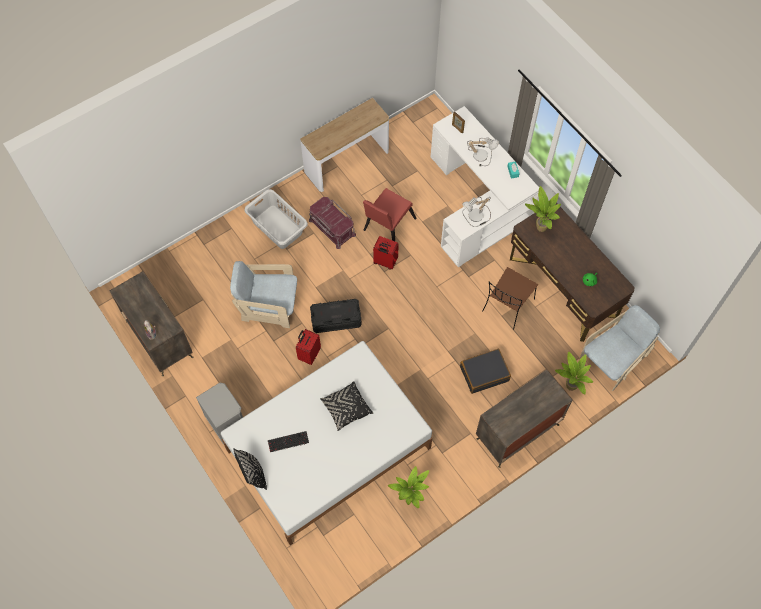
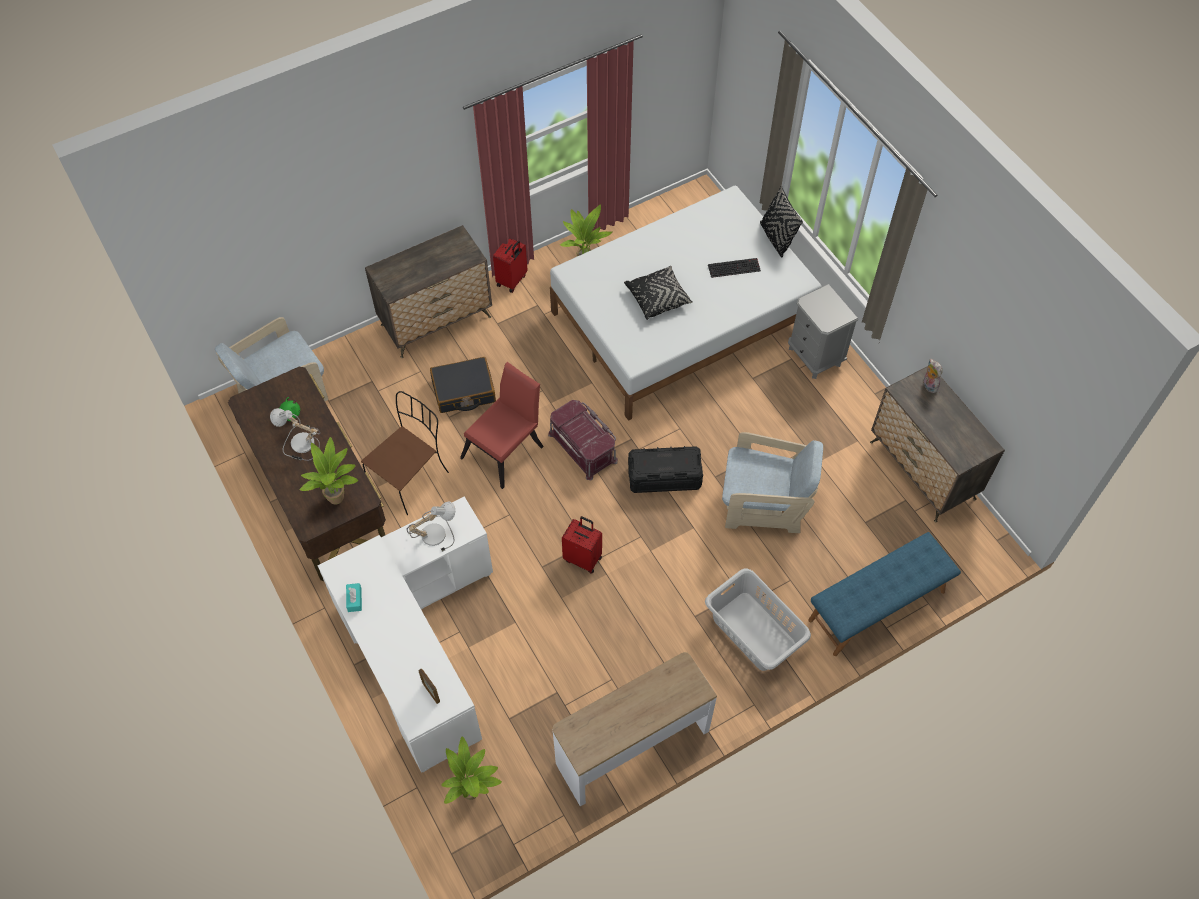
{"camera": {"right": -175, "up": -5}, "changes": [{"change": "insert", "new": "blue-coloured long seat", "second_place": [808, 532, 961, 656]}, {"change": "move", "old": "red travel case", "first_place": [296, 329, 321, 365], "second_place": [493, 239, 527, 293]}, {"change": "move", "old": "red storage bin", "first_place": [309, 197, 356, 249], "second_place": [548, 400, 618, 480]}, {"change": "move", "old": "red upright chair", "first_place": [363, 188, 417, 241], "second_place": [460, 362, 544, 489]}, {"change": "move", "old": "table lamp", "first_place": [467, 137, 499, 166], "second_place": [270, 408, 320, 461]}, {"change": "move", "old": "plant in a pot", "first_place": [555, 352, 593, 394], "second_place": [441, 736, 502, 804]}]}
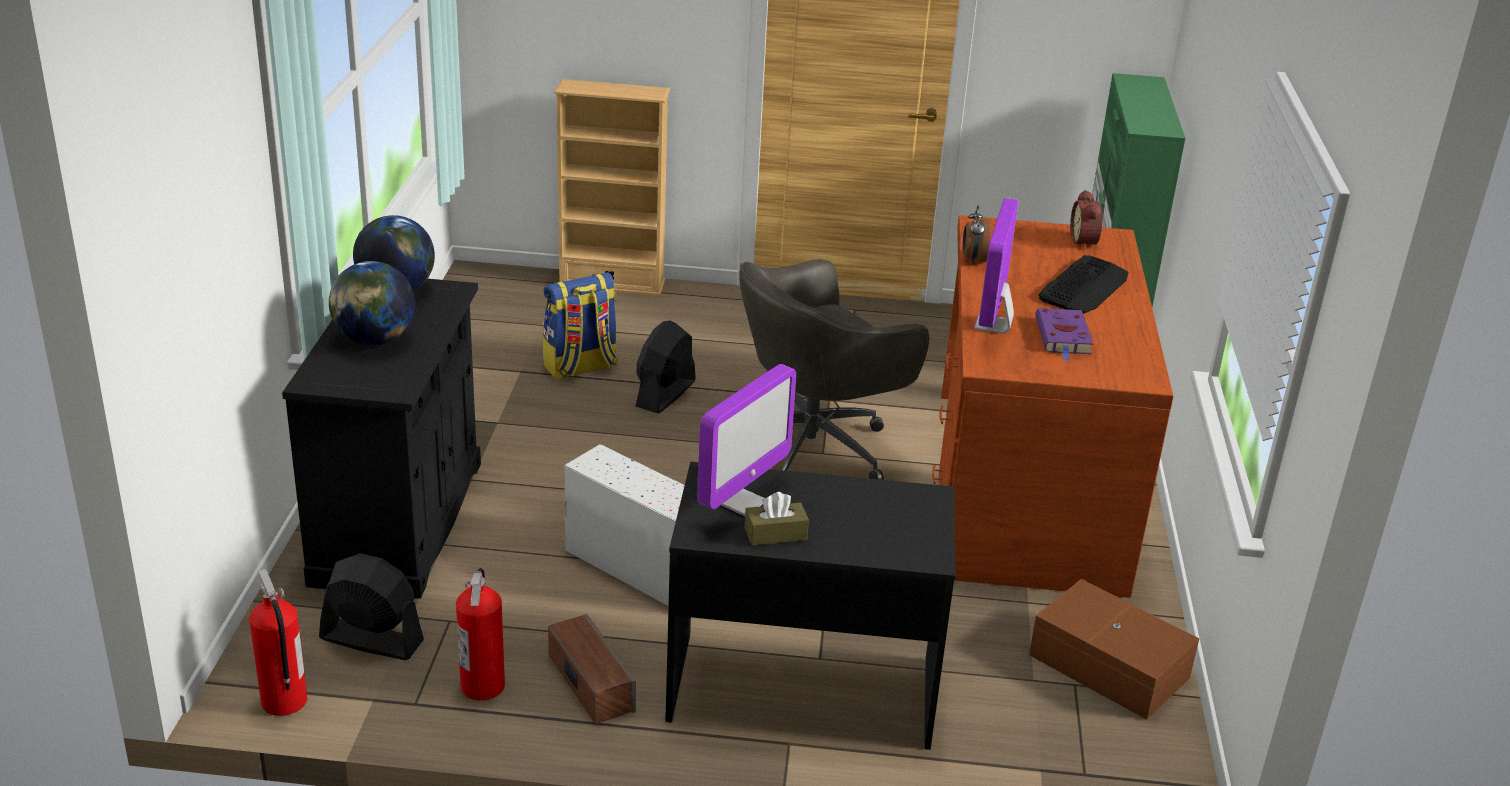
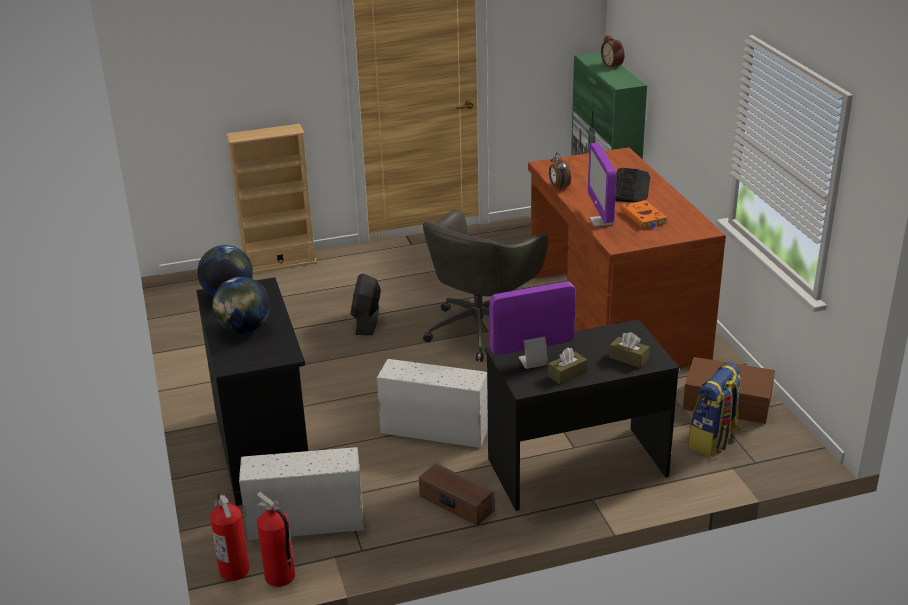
{"camera": {"right": -20, "up": 0}, "changes": [{"change": "insert", "new": "brown tissue box", "second_place": [609, 332, 650, 368]}, {"change": "move", "old": "fire extinguisher", "first_place": [456, 568, 505, 701], "second_place": [210, 493, 249, 581]}, {"change": "move", "old": "rucksack", "first_place": [543, 272, 618, 380], "second_place": [688, 362, 742, 457]}, {"change": "move", "old": "table clock", "first_place": [1070, 190, 1102, 250], "second_place": [601, 35, 625, 68]}, {"change": "replace", "old": "blackish electric fan", "new": "whitish storage bin", "first_place": [319, 553, 424, 660], "second_place": [239, 447, 364, 540]}, {"change": "recolor", "old": "purple-coloured book", "new": "orange-coloured book", "first_place": [1035, 308, 1093, 361], "second_place": [621, 200, 667, 231]}, {"change": "rotate", "old": "computer display", "first_place": [697, 364, 796, 516], "second_place": [489, 282, 576, 369], "degrees": -120}]}
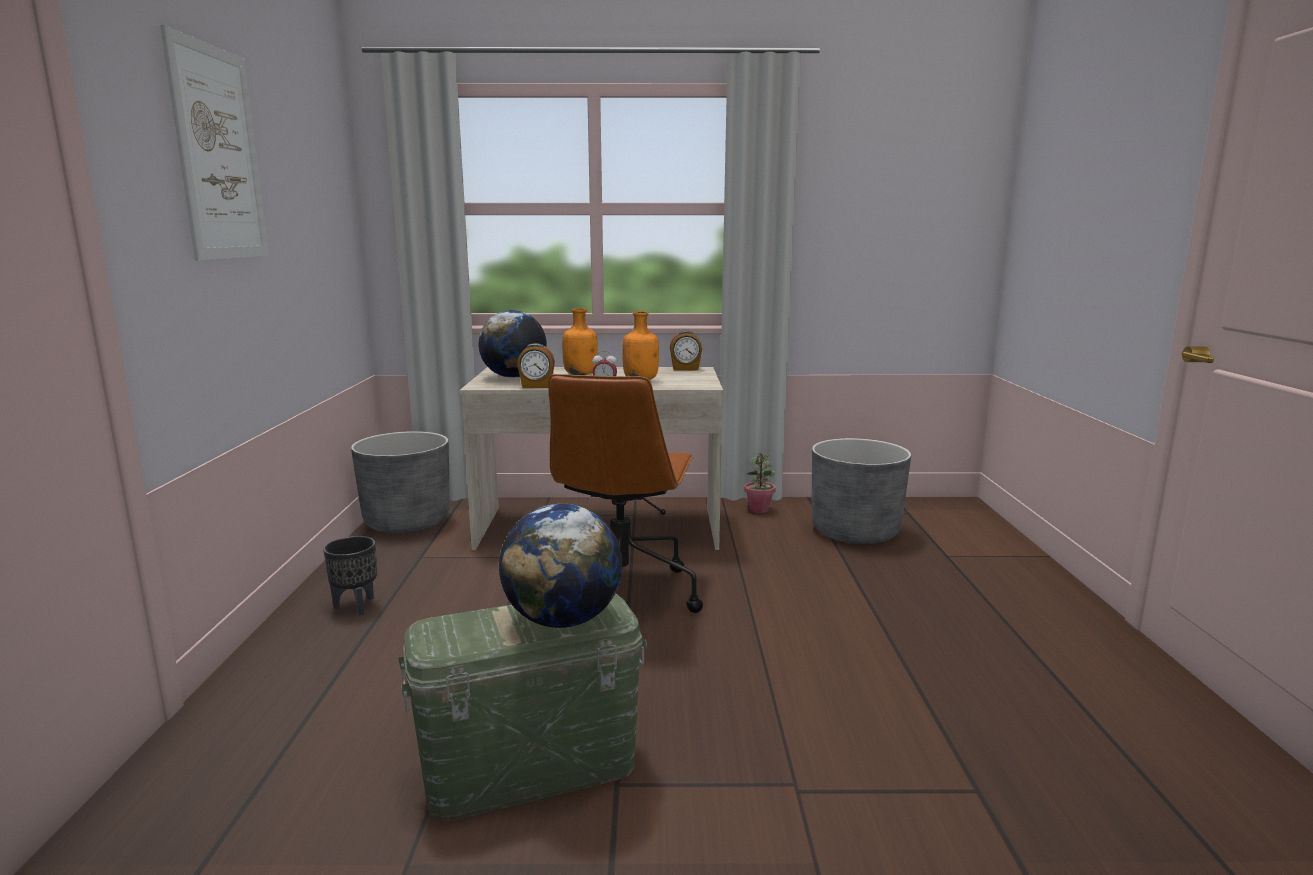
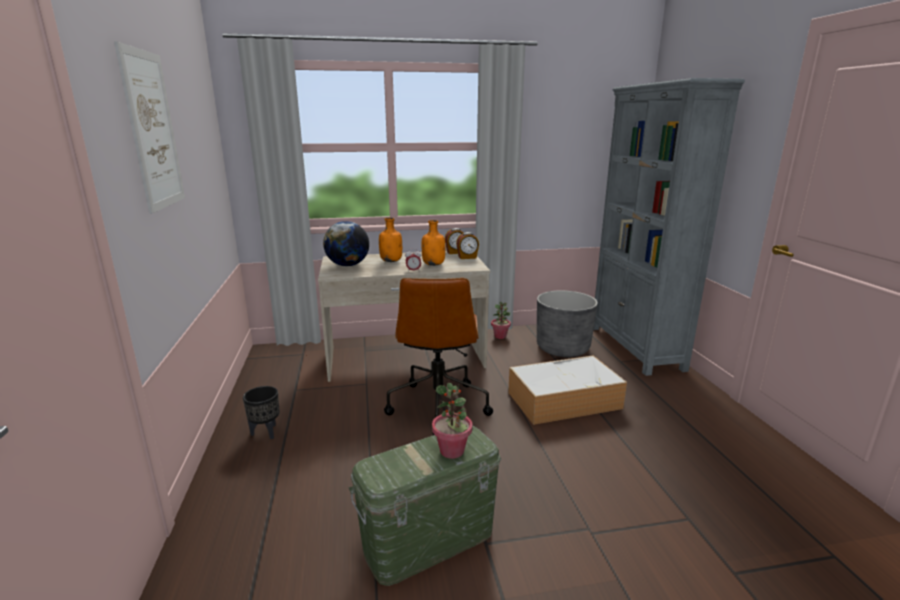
{"camera": {"right": -10, "up": 5}, "changes": [{"change": "delete", "old": "grey flower pot", "first_place": [351, 431, 450, 533]}, {"change": "insert", "new": "storage bin", "second_place": [508, 356, 627, 425]}, {"change": "insert", "new": "grey shelving unit", "second_place": [594, 78, 745, 376]}, {"change": "move", "old": "table clock", "first_place": [517, 343, 555, 388], "second_place": [456, 232, 479, 259]}, {"change": "replace", "old": "globe", "new": "plant in a pot", "first_place": [499, 504, 623, 628], "second_place": [432, 383, 473, 459]}]}
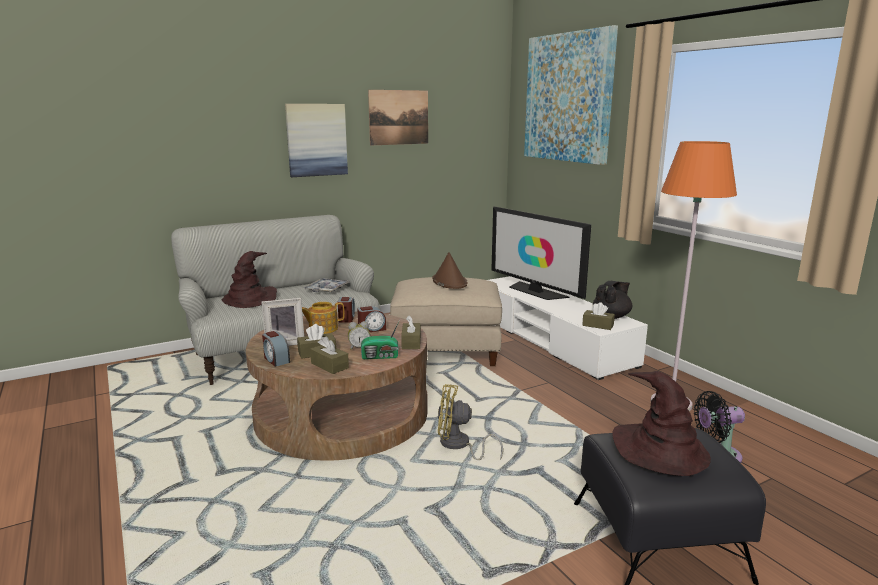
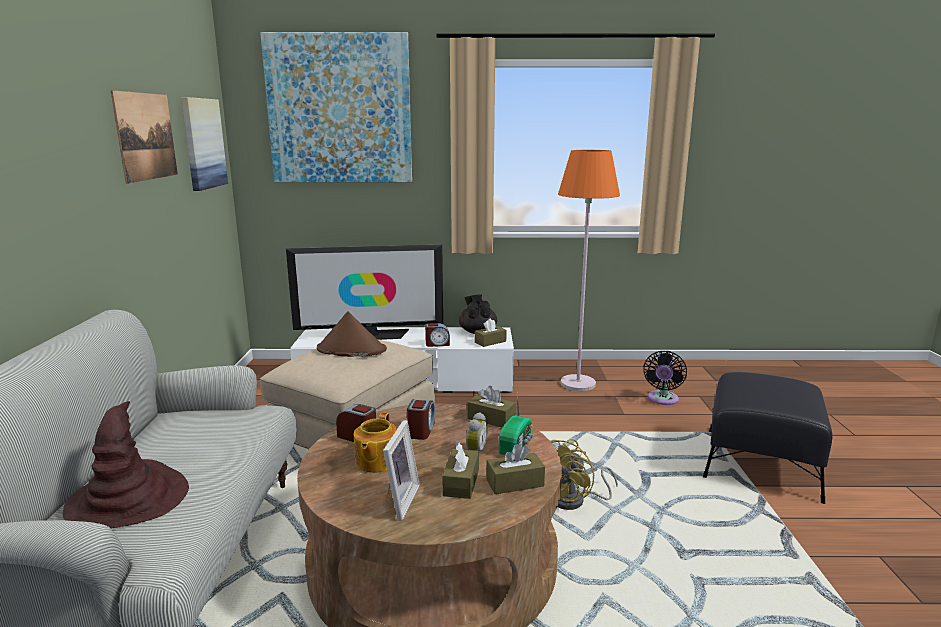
{"camera": {"right": -60, "up": 0}, "changes": [{"change": "delete", "old": "tray", "first_place": [303, 278, 350, 292]}, {"change": "delete", "old": "brown wearable hat", "first_place": [612, 371, 711, 476]}, {"change": "move", "old": "table clock", "first_place": [262, 331, 290, 367], "second_place": [425, 323, 450, 347]}, {"change": "move", "old": "wall art", "first_place": [285, 104, 348, 177], "second_place": [181, 97, 228, 191]}]}
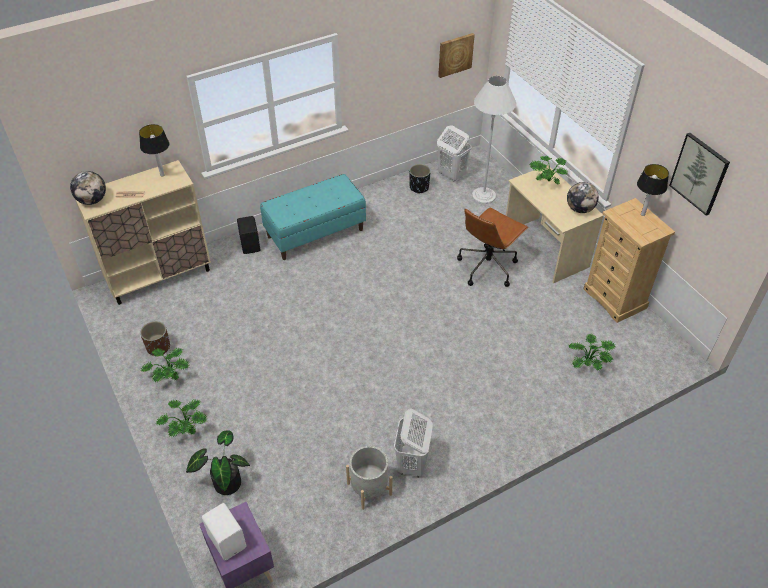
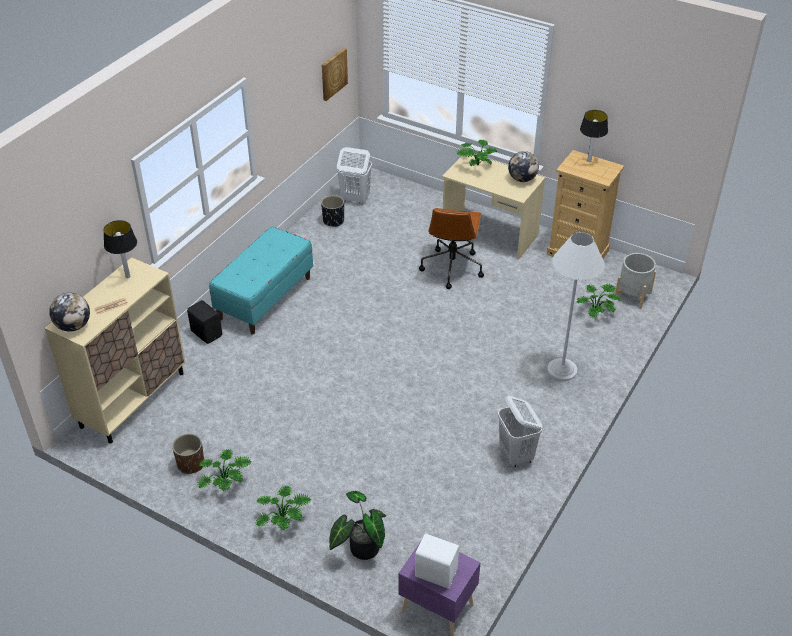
{"camera": {"right": -30, "up": -5}, "changes": [{"change": "delete", "old": "wall art", "first_place": [669, 133, 730, 216]}, {"change": "move", "old": "grey flower pot", "first_place": [346, 446, 392, 510], "second_place": [614, 253, 656, 309]}, {"change": "move", "old": "whitish floor lamp", "first_place": [472, 76, 516, 204], "second_place": [547, 232, 605, 381]}]}
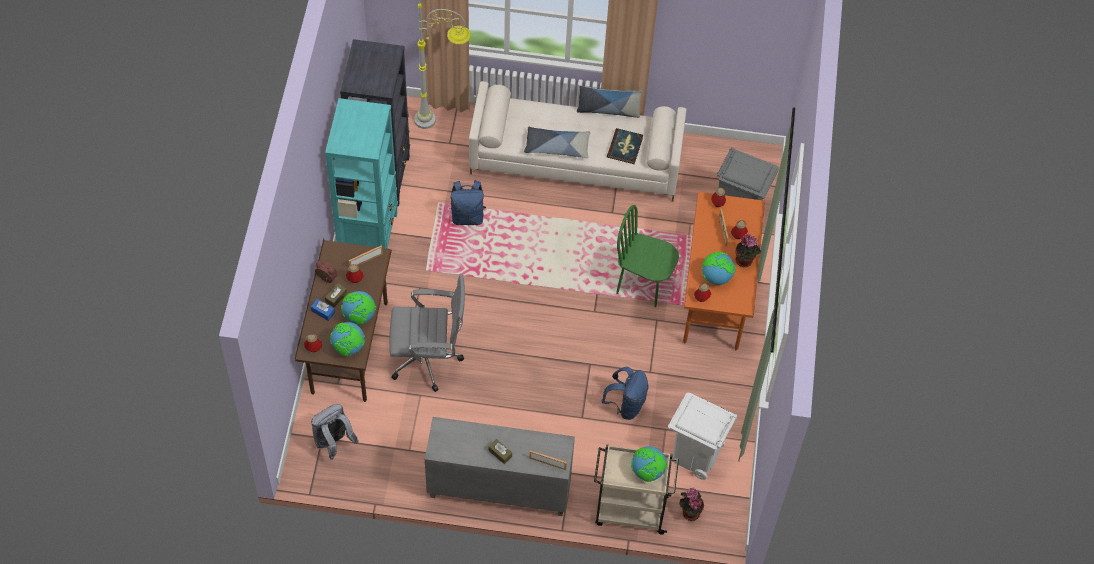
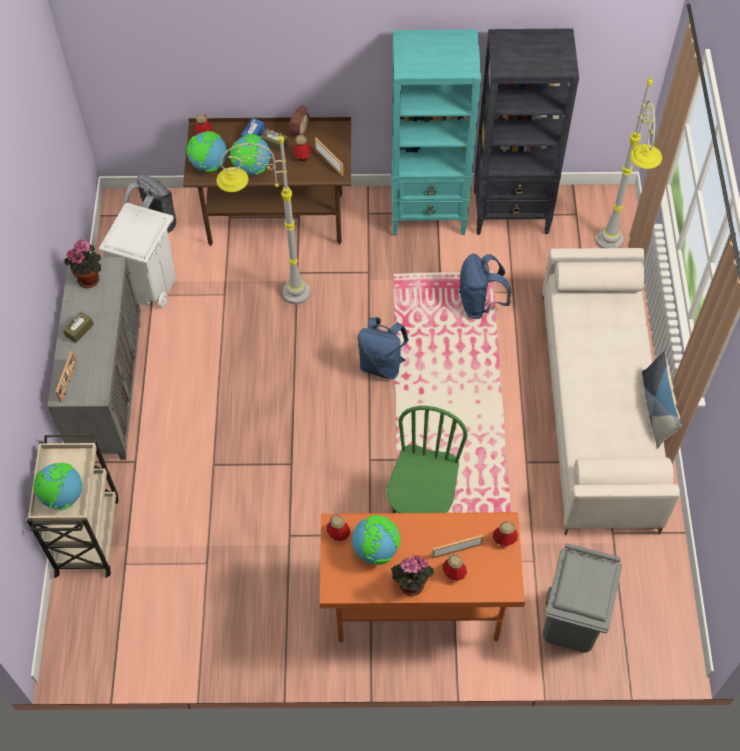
{"camera": {"right": 85, "up": 0}, "changes": [{"change": "delete", "old": "pillow", "first_place": [524, 127, 590, 158]}, {"change": "delete", "old": "book", "first_place": [607, 128, 643, 164]}, {"change": "move", "old": "blue-coloured rucksack", "first_place": [601, 367, 649, 420], "second_place": [358, 317, 409, 379]}, {"change": "move", "old": "whitish rubbish bin", "first_place": [668, 393, 737, 480], "second_place": [99, 203, 176, 308]}, {"change": "move", "old": "plant in a pot", "first_place": [679, 488, 704, 521], "second_place": [64, 239, 101, 288]}, {"change": "replace", "old": "grey desk chair", "new": "grey floor lamp", "first_place": [389, 274, 465, 392], "second_place": [216, 133, 310, 305]}]}
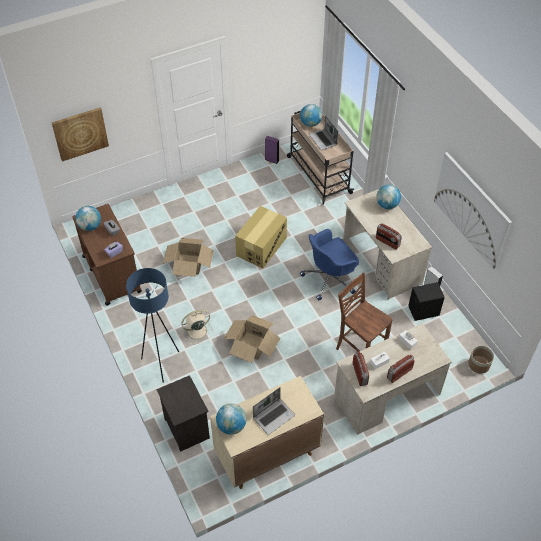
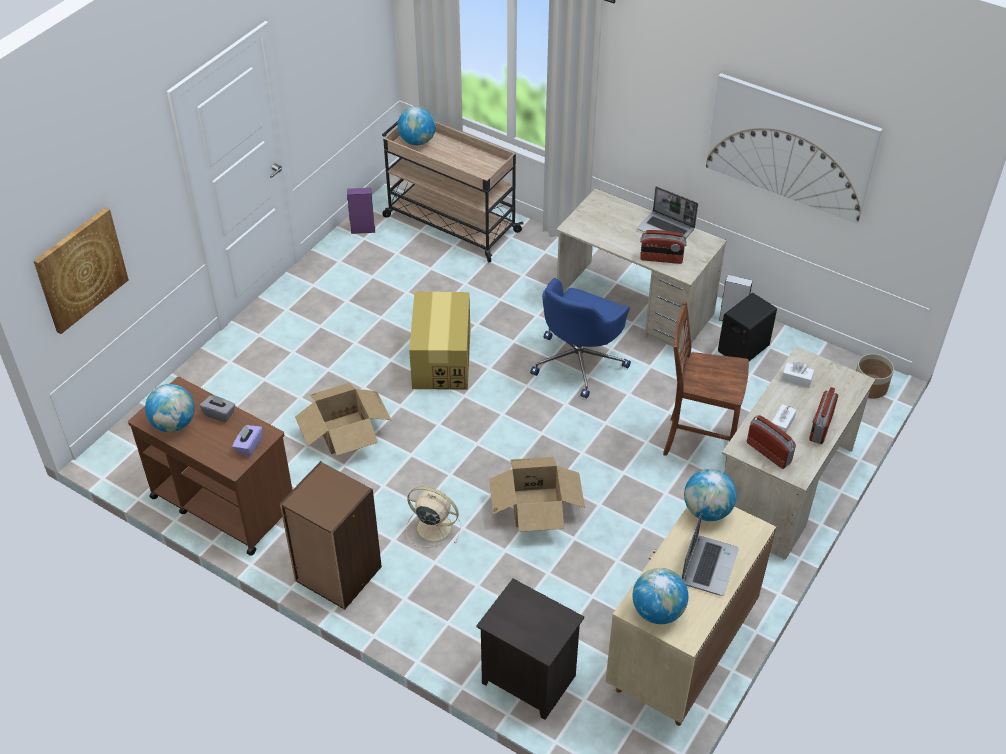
{"camera": {"right": -30, "up": -5}, "changes": [{"change": "delete", "old": "blue-coloured floor lamp", "first_place": [126, 268, 179, 383]}, {"change": "insert", "new": "brown shelving unit", "second_place": [280, 461, 382, 610]}, {"change": "move", "old": "laptop", "first_place": [309, 116, 338, 150], "second_place": [637, 186, 698, 238]}, {"change": "move", "old": "globe", "first_place": [376, 185, 401, 209], "second_place": [684, 469, 737, 521]}, {"change": "rotate", "old": "sand-coloured electric fan", "first_place": [181, 310, 213, 344], "second_place": [406, 487, 461, 547], "degrees": 75}]}
